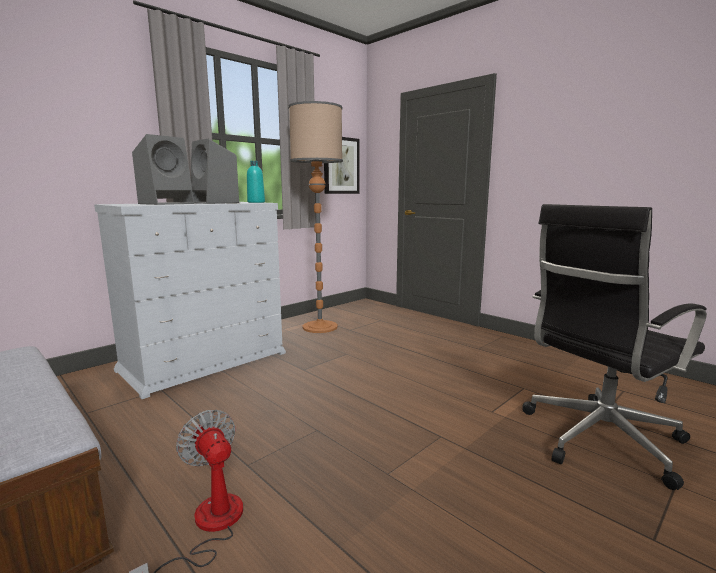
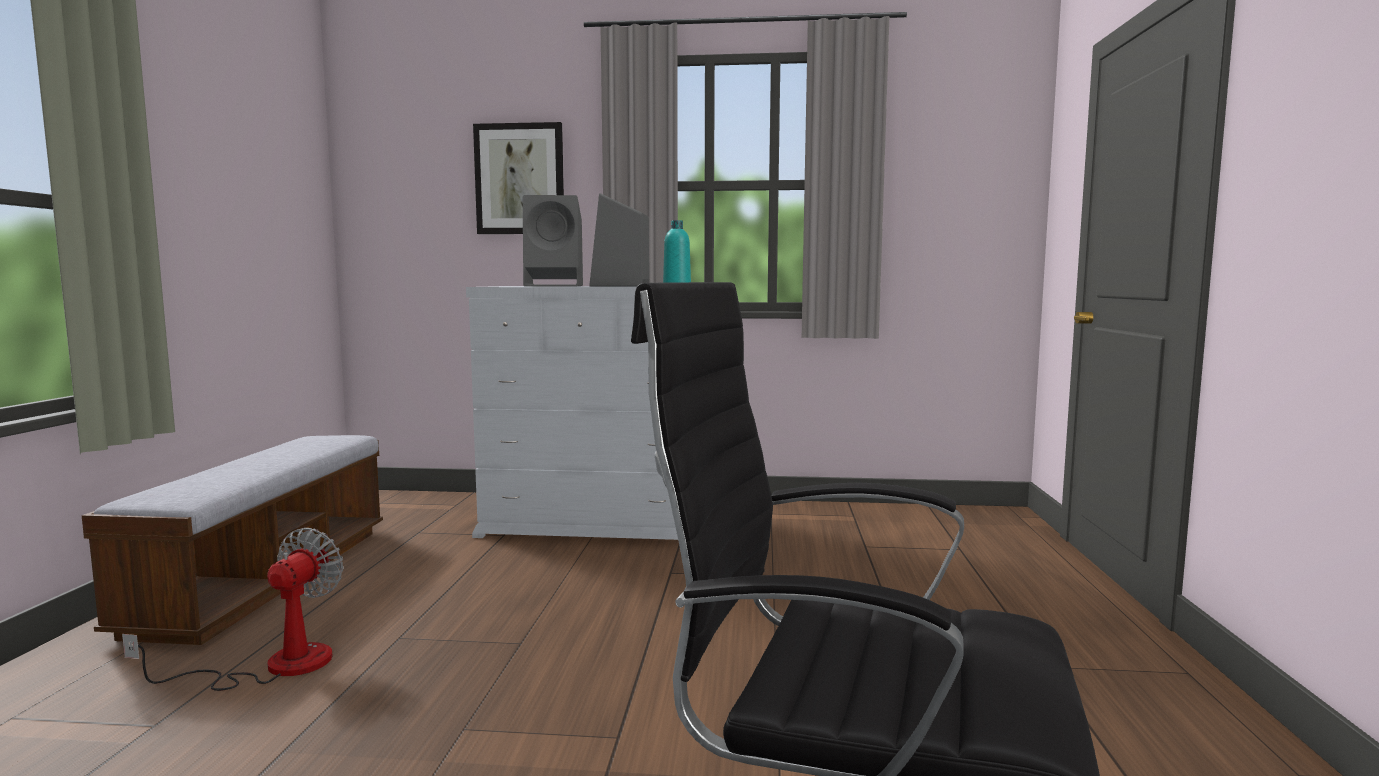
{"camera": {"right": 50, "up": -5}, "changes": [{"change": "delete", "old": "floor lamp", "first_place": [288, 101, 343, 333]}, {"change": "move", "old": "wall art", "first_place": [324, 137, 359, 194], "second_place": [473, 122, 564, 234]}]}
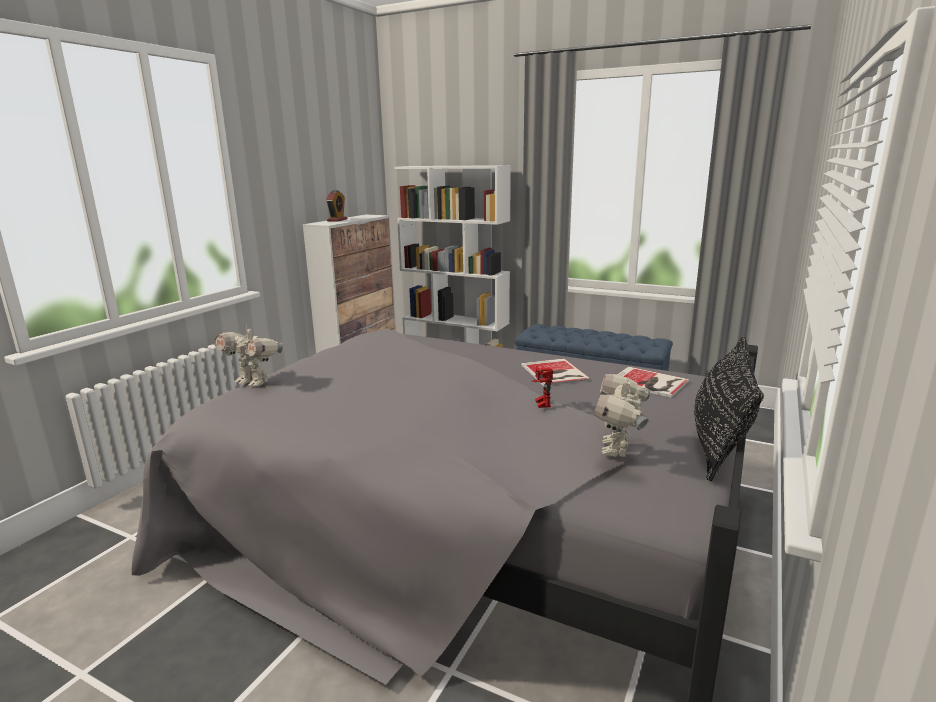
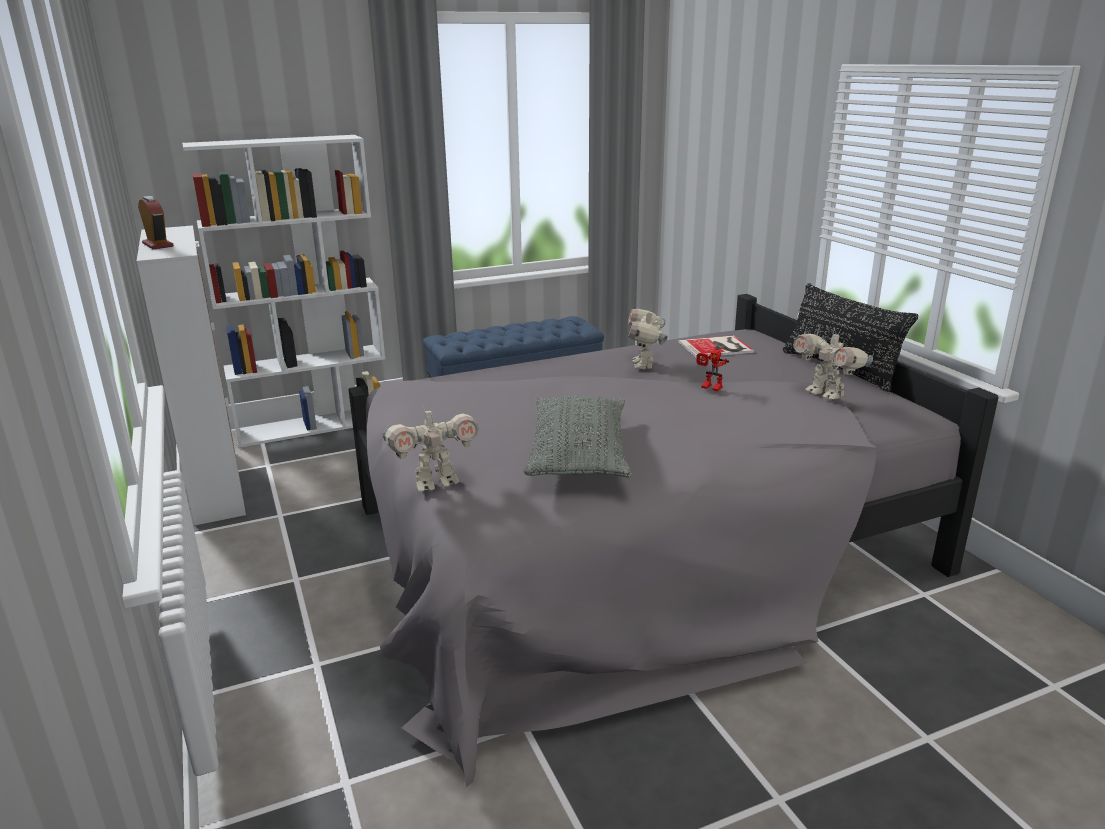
{"camera": {"right": -50, "up": 5}, "changes": [{"change": "insert", "new": "grey pillow", "second_place": [523, 396, 632, 478]}, {"change": "replace", "old": "book", "new": "toy robot", "first_place": [521, 359, 591, 386], "second_place": [628, 308, 668, 369]}]}
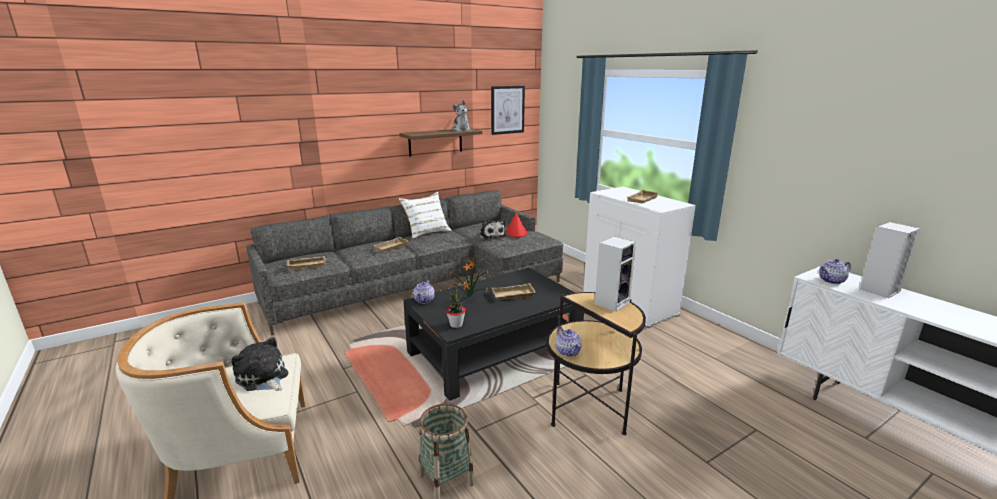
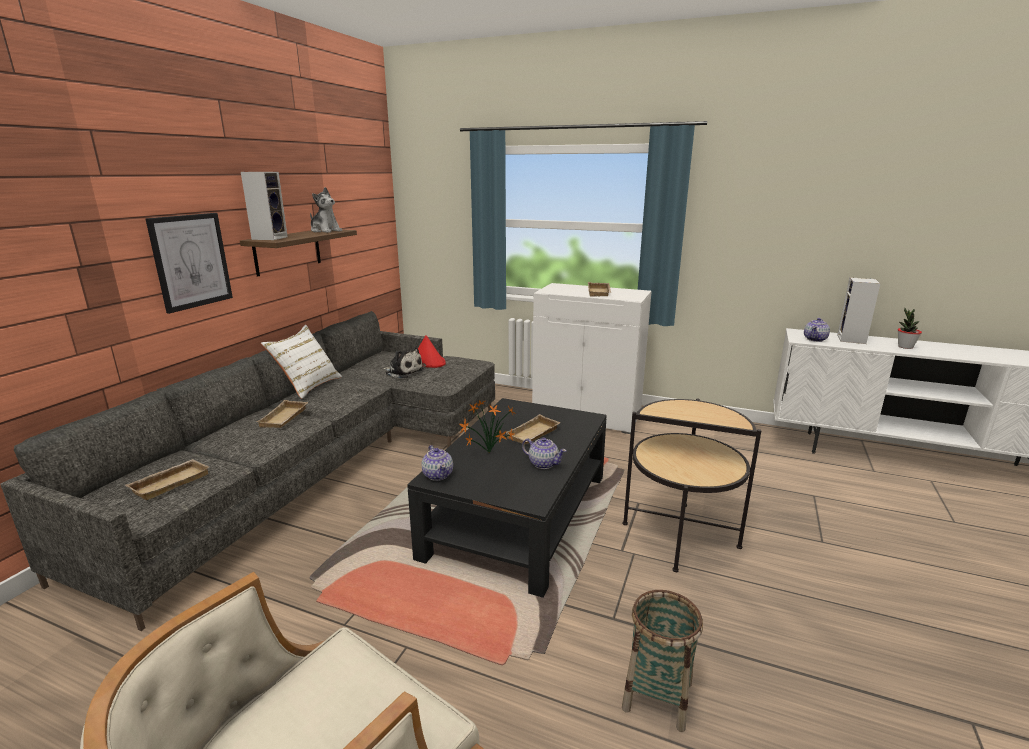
{"camera": {"right": -35, "up": 0}, "changes": [{"change": "delete", "old": "cuddly toy", "first_place": [231, 337, 288, 391]}, {"change": "move", "old": "plant in a pot", "first_place": [446, 287, 466, 328], "second_place": [898, 308, 922, 349]}, {"change": "move", "old": "wall art", "first_place": [491, 86, 525, 135], "second_place": [145, 213, 233, 314]}, {"change": "move", "old": "tea pot", "first_place": [555, 326, 582, 357], "second_place": [522, 438, 567, 469]}, {"change": "move", "old": "speaker", "first_place": [595, 237, 636, 311], "second_place": [241, 172, 288, 240]}]}
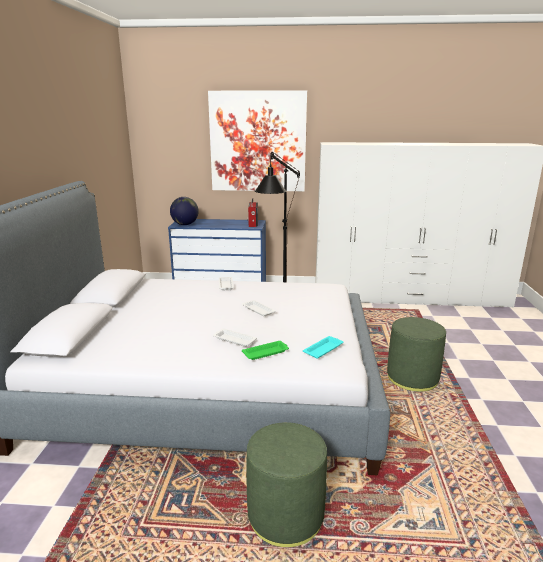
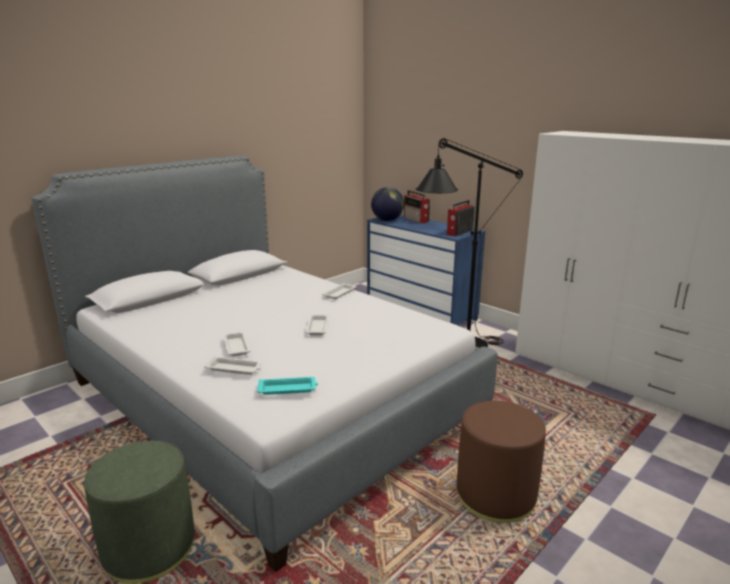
{"camera": {"right": 40, "up": 0}, "changes": [{"change": "delete", "old": "wall art", "first_place": [208, 90, 307, 191]}, {"change": "insert", "new": "radio receiver", "second_place": [404, 190, 430, 224]}, {"change": "recolor", "old": "green-coloured tray", "new": "whitish tray", "first_place": [242, 341, 289, 360], "second_place": [204, 356, 262, 375]}, {"change": "recolor", "old": "green-coloured footrest", "new": "brown footrest", "first_place": [387, 317, 446, 392], "second_place": [457, 401, 546, 523]}]}
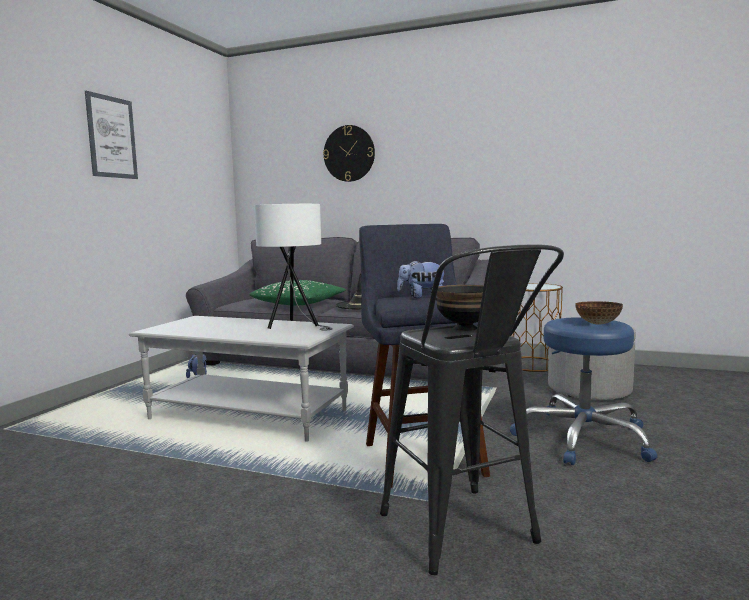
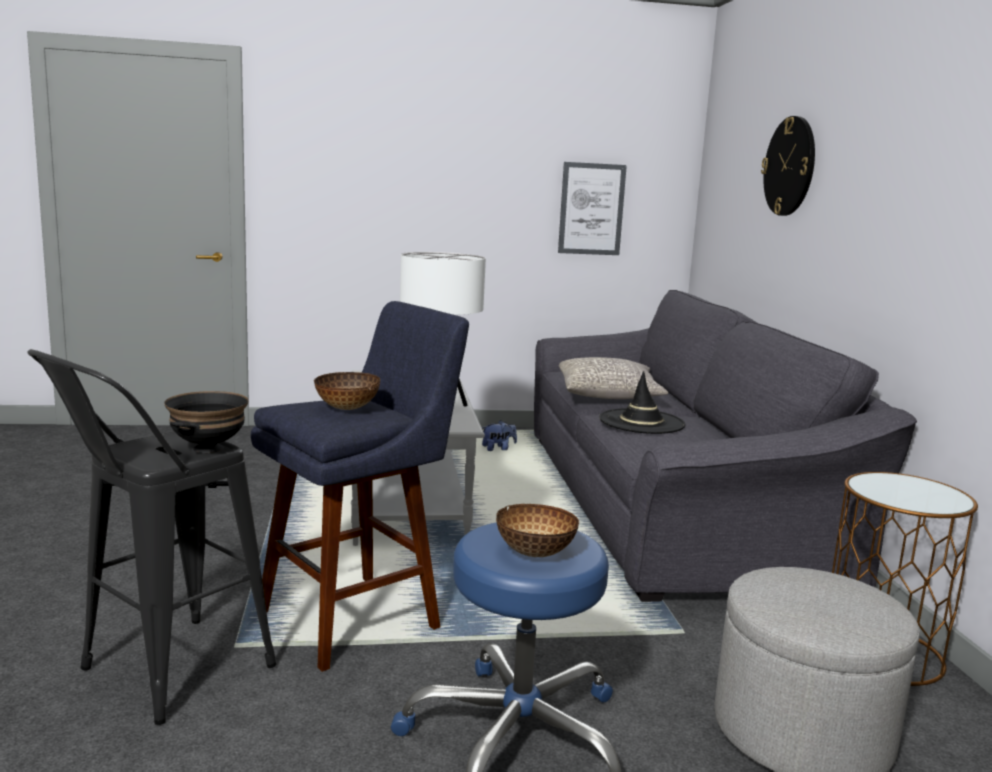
{"camera": {"right": 60, "up": 5}, "changes": [{"change": "move", "old": "wall art", "first_place": [85, 91, 138, 179], "second_place": [558, 162, 627, 255]}, {"change": "replace", "old": "cuddly toy", "new": "deep dish", "first_place": [397, 260, 444, 298], "second_place": [314, 372, 380, 410]}, {"change": "recolor", "old": "green-coloured pillow", "new": "grey pillow", "first_place": [249, 280, 346, 305], "second_place": [559, 357, 668, 399]}]}
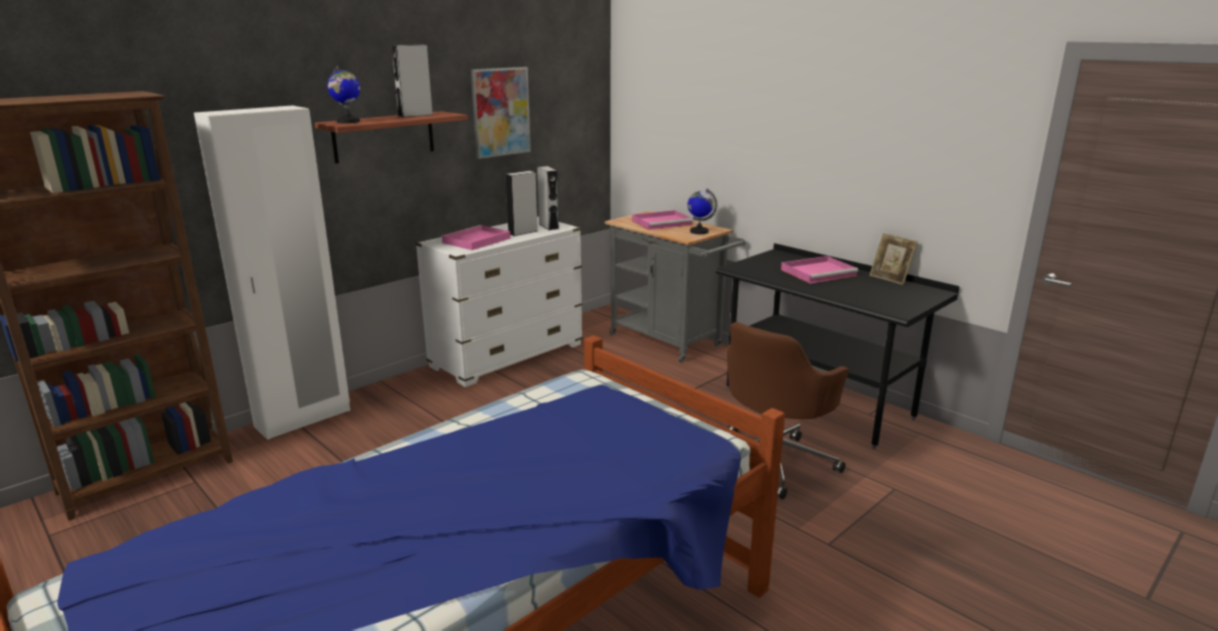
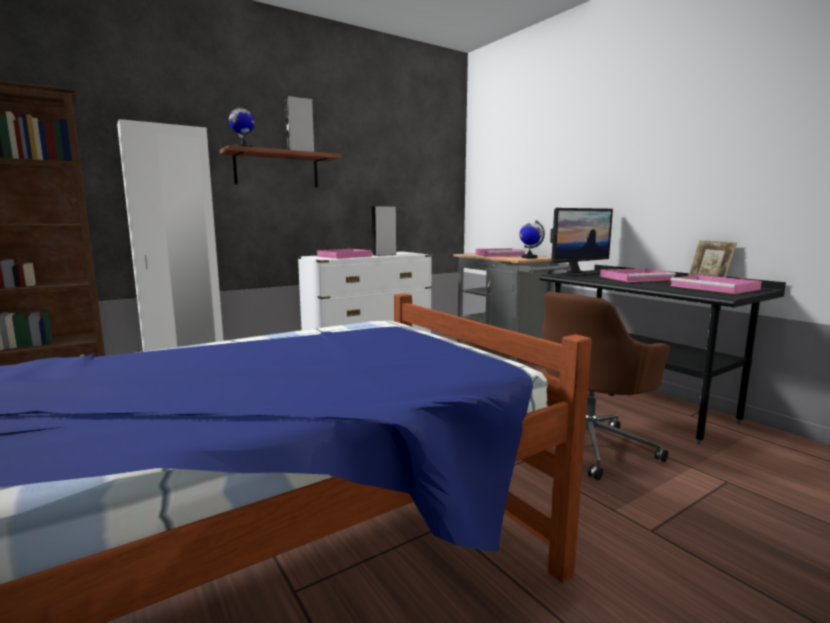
{"camera": {"right": 10, "up": -10}, "changes": [{"change": "delete", "old": "wall art", "first_place": [471, 67, 531, 159]}, {"change": "delete", "old": "grey speaker", "first_place": [537, 166, 559, 230]}, {"change": "insert", "new": "computer display", "second_place": [550, 208, 613, 277]}, {"change": "insert", "new": "pink tray", "second_place": [670, 275, 762, 294]}]}
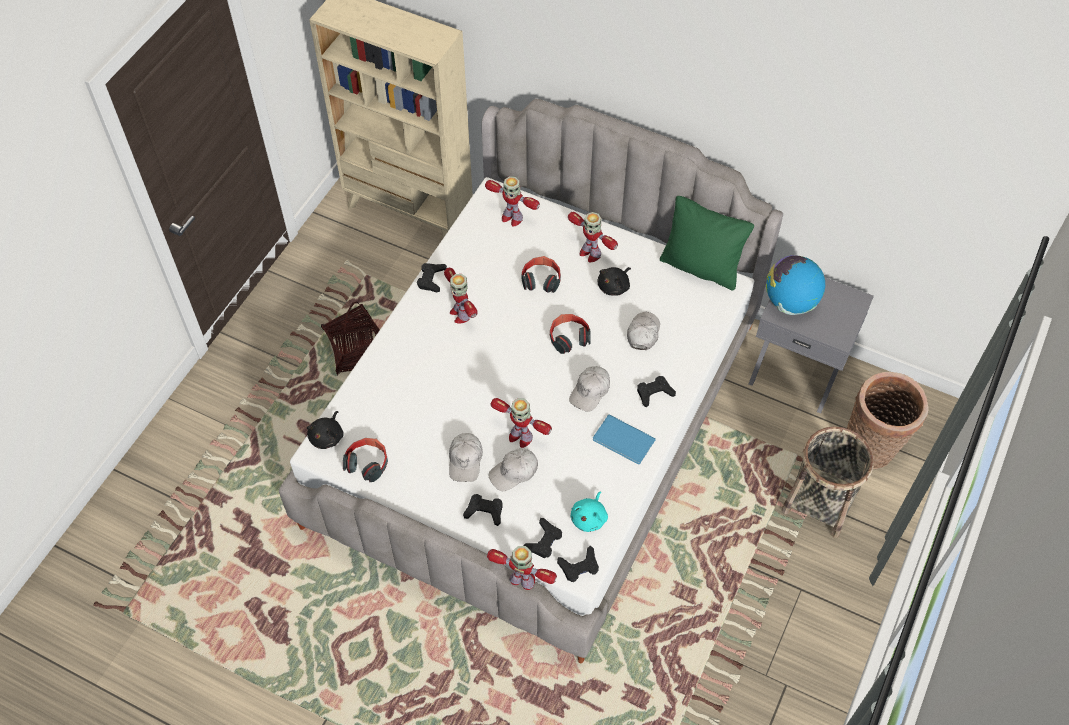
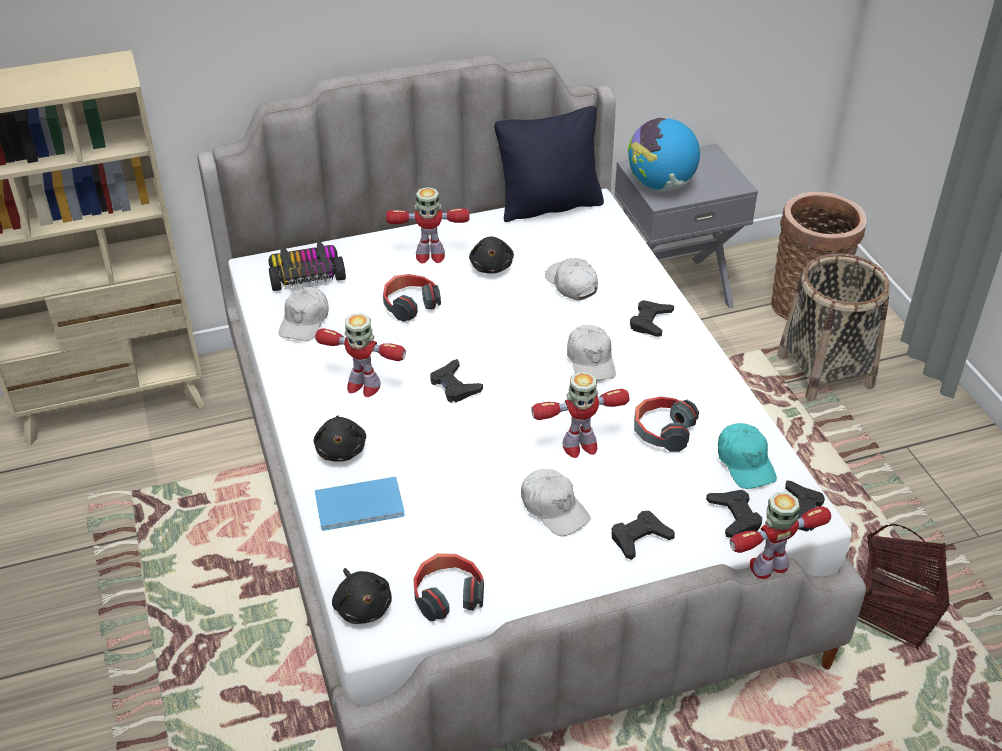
{"camera": {"right": -45, "up": -15}, "changes": [{"change": "insert", "new": "blackish cuddly toy", "second_place": [313, 415, 366, 462]}, {"change": "move", "old": "basket", "first_place": [321, 301, 380, 375], "second_place": [857, 523, 950, 650]}, {"change": "move", "old": "blackish joypad", "first_place": [417, 263, 447, 293], "second_place": [430, 359, 483, 403]}, {"change": "move", "old": "whitish baseball cap", "first_place": [488, 448, 538, 491], "second_place": [279, 287, 329, 341]}, {"change": "move", "old": "headset", "first_place": [550, 314, 591, 354], "second_place": [634, 396, 699, 452]}, {"change": "move", "old": "blue-coloured book", "first_place": [593, 414, 656, 465], "second_place": [315, 477, 405, 531]}, {"change": "replace", "old": "toy robot", "new": "model car", "first_place": [485, 176, 540, 227], "second_place": [269, 239, 346, 291]}, {"change": "replace", "old": "turquoise-coloured cuddly toy", "new": "turquoise-coloured baseball cap", "first_place": [570, 492, 608, 532], "second_place": [718, 423, 777, 489]}, {"change": "recolor", "old": "green-coloured pillow", "new": "blackish pillow", "first_place": [660, 196, 754, 290], "second_place": [495, 106, 604, 222]}]}
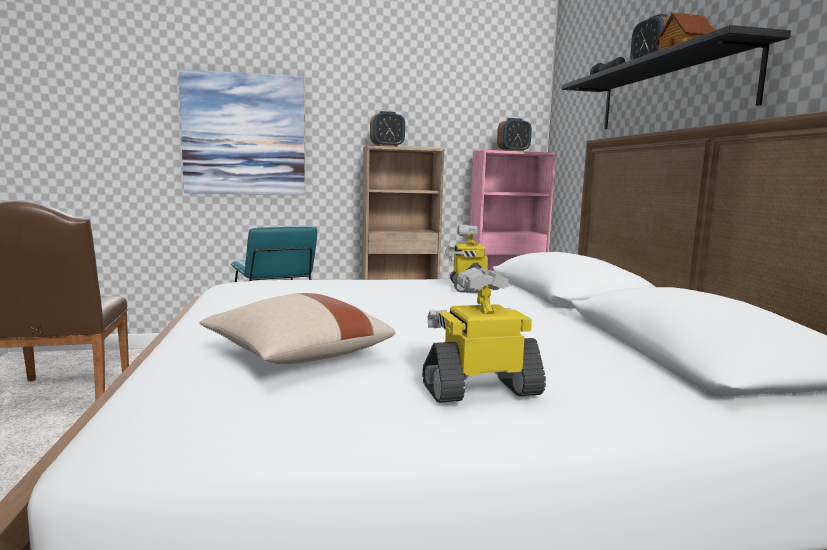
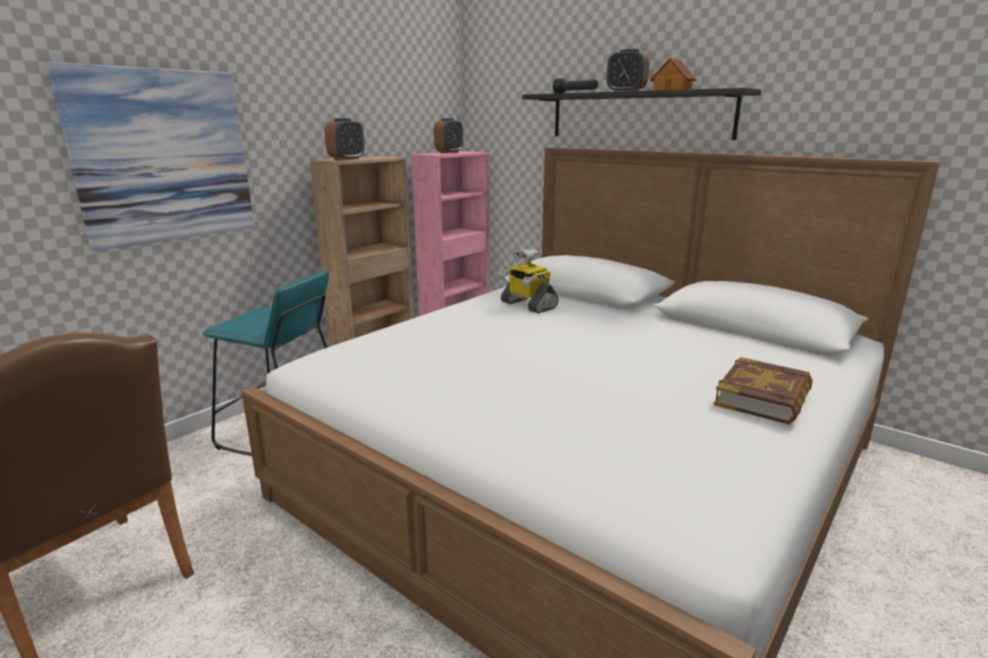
{"camera": {"right": -40, "up": 10}, "changes": [{"change": "delete", "old": "sand-coloured pillow", "first_place": [199, 293, 395, 364]}, {"change": "replace", "old": "toy robot", "new": "book", "first_place": [422, 267, 546, 403], "second_place": [714, 357, 813, 424]}]}
